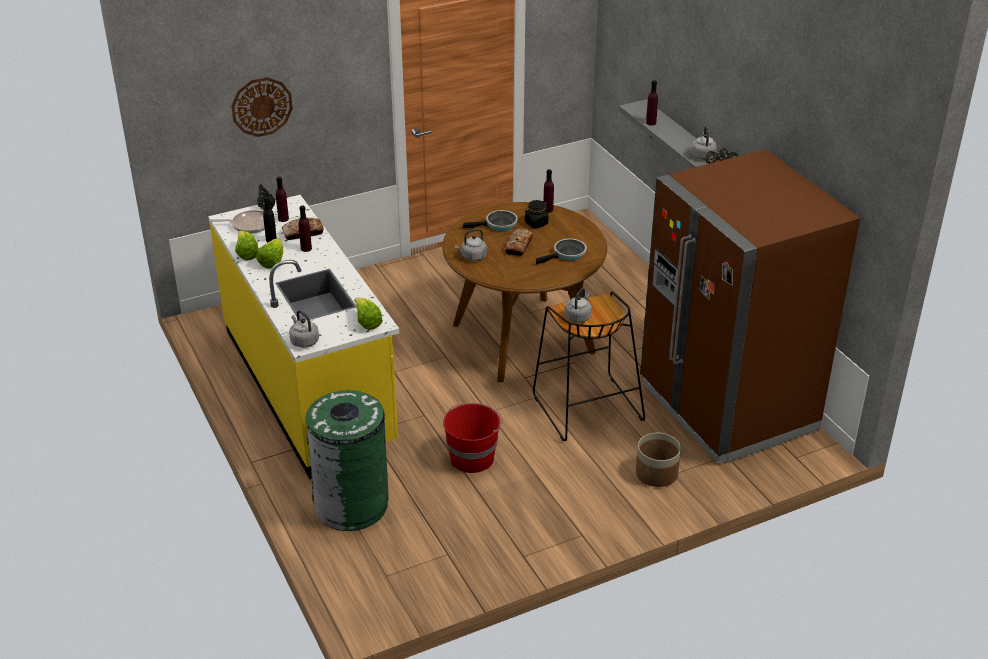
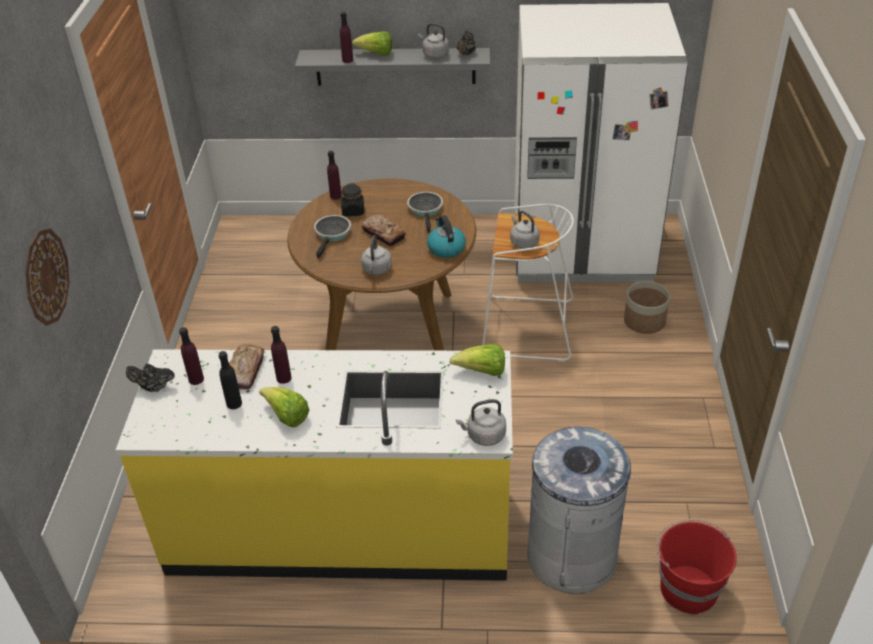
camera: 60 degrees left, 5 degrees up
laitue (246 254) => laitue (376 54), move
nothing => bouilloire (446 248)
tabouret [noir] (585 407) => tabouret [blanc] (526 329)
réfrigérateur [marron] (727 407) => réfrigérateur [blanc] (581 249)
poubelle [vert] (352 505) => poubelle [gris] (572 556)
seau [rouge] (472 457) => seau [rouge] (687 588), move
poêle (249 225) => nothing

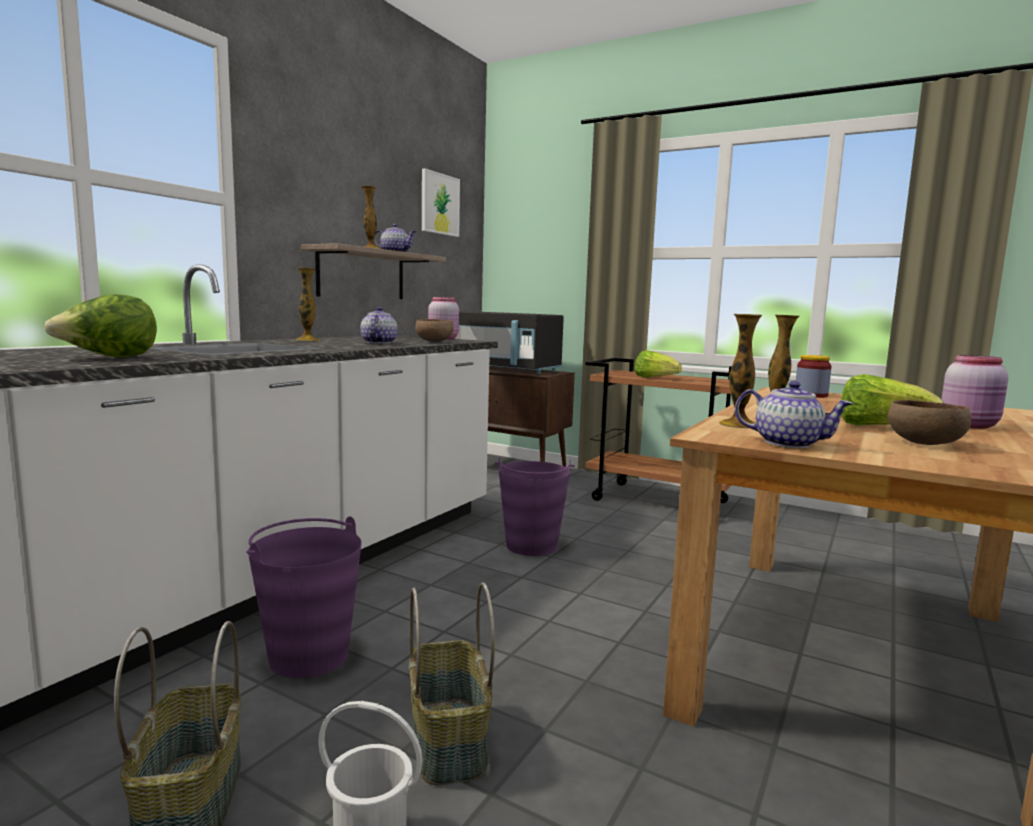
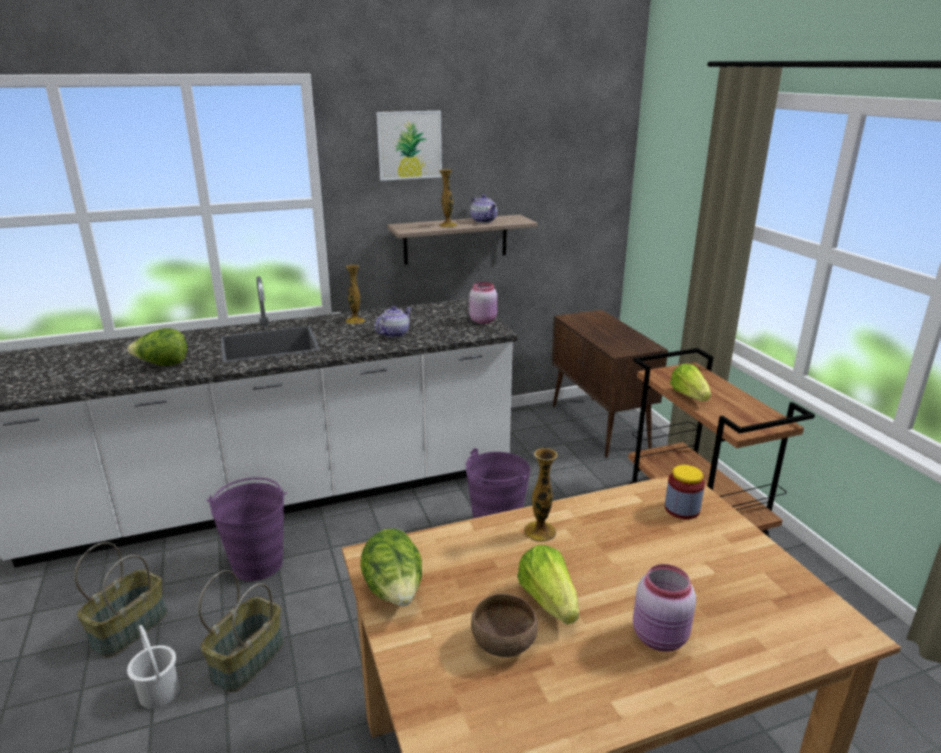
camera: 40 degrees right, 15 degrees up
théière (788 443) => laitue (394 592)
tableau (439 204) => tableau (409 145), move
bol [marron] (434 341) => nothing
micro-ondes [noir] (506 369) => nothing
vase (738 424) => nothing

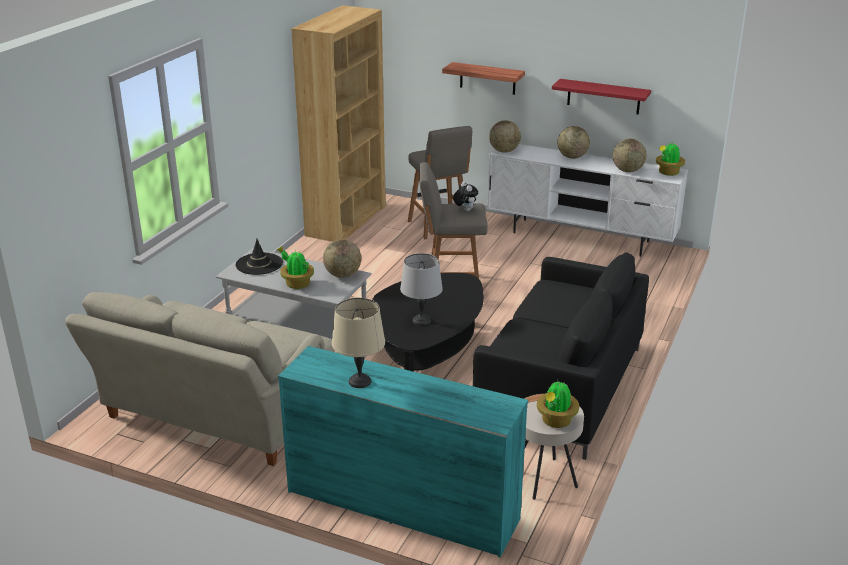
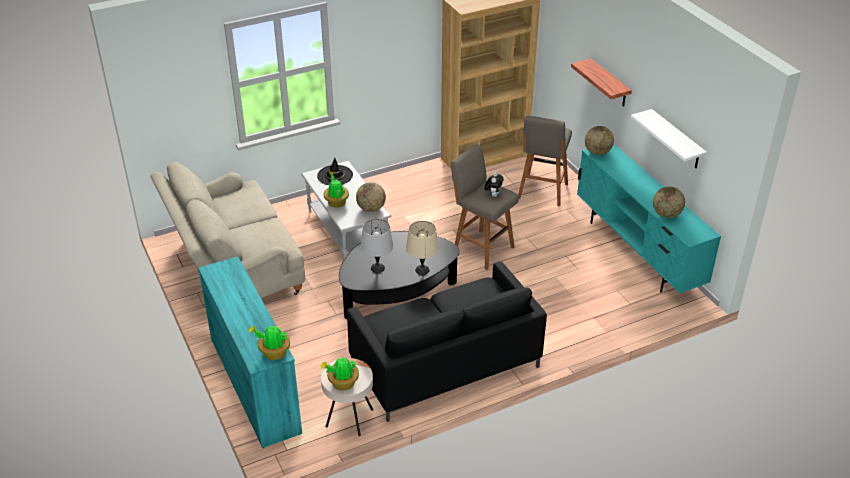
camera: 40 degrees right, 10 degrees up
plante en pot (668 173) => plante en pot (273 353), move
lampe de table [beige] (359 382) => lampe de table [beige] (422 270), move
meuble télé [blanc] (581 237) => meuble télé [turquoise] (638 252)
étagère [rouge] (603 96) => étagère [blanc] (676 140)
globe (572 157) => nothing

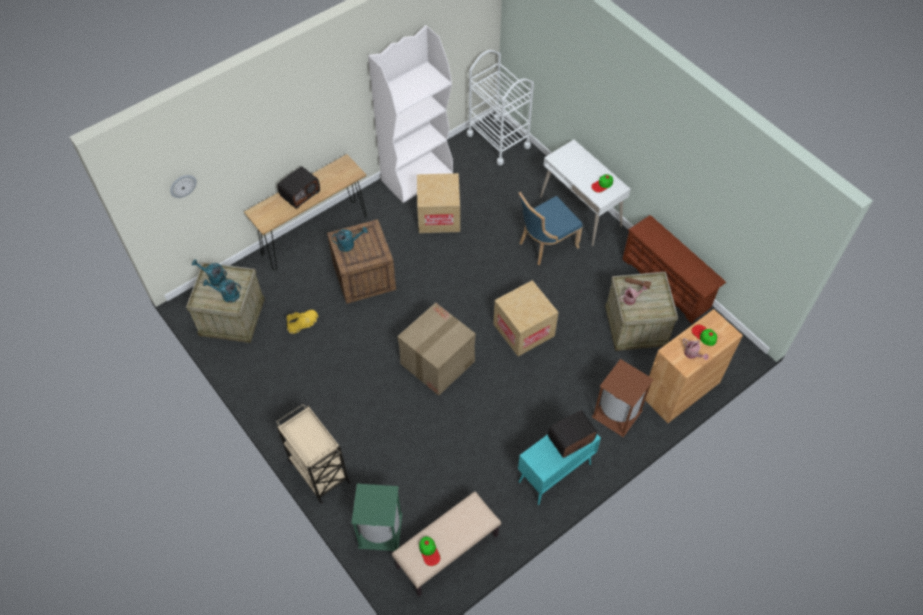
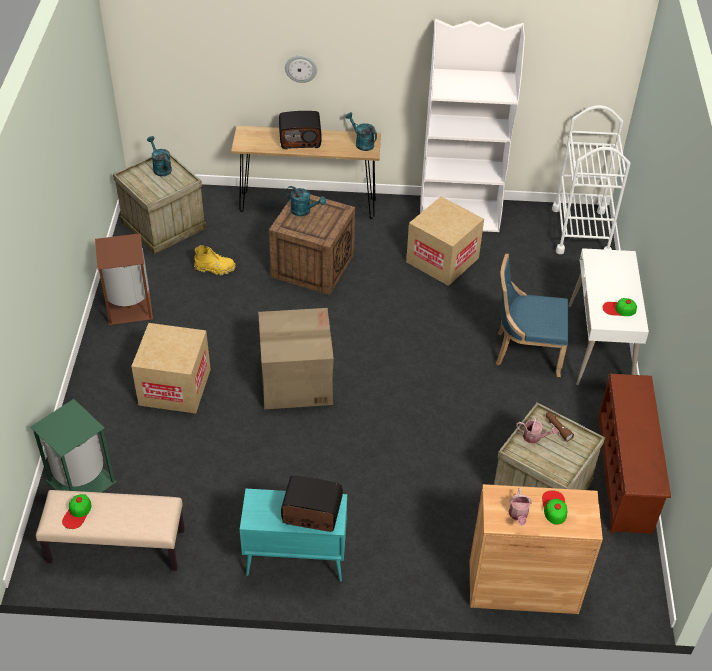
camera: 40 degrees right, 10 degrees down
poubelle [marron] (616 414) => poubelle [marron] (128 306), move
carton (523 330) => carton (175 387), move
horloge murale (182 185) => horloge murale (301 68), move
arrosoir [turquoise] (227 295) => arrosoir [turquoise] (362 143), move
chariot [beige] (318 470) => nothing

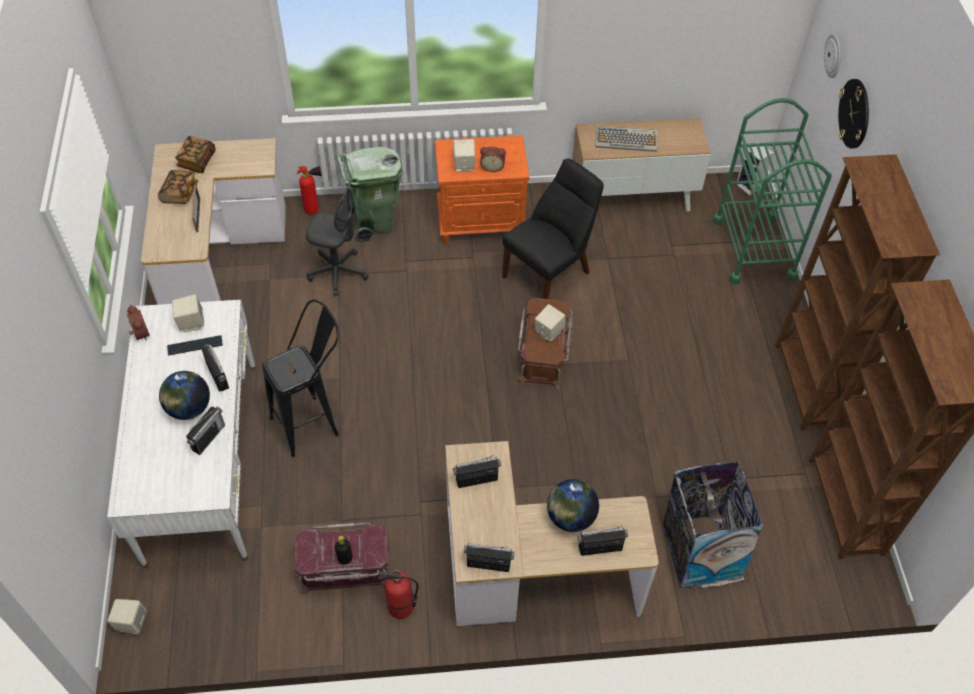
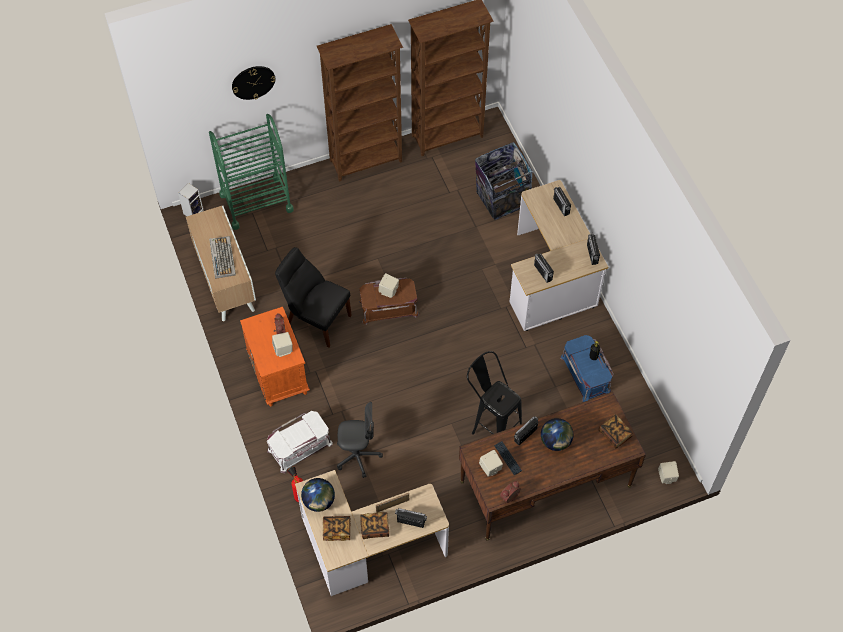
camera: 105 degrees left, 5 degrees up
poubelle [vert] (374 222) => boîte de rangement [blanc] (300 447)
globe (570 517) => globe (319 501), move
chaise de bureau [gris] (338 272) => chaise de bureau [gris] (358 456), 90 degrees clockwise
radio (208 438) => radio (411 521), move
bureau [blanc] (202 461) => bureau [marron] (545 484)
boîte de rangement [rouge] (344 569) => boîte de rangement [bleu] (586 374)
nothing => livre (614 434)
extincteur (400 607) => nothing
horloge murale (833 55) => nothing

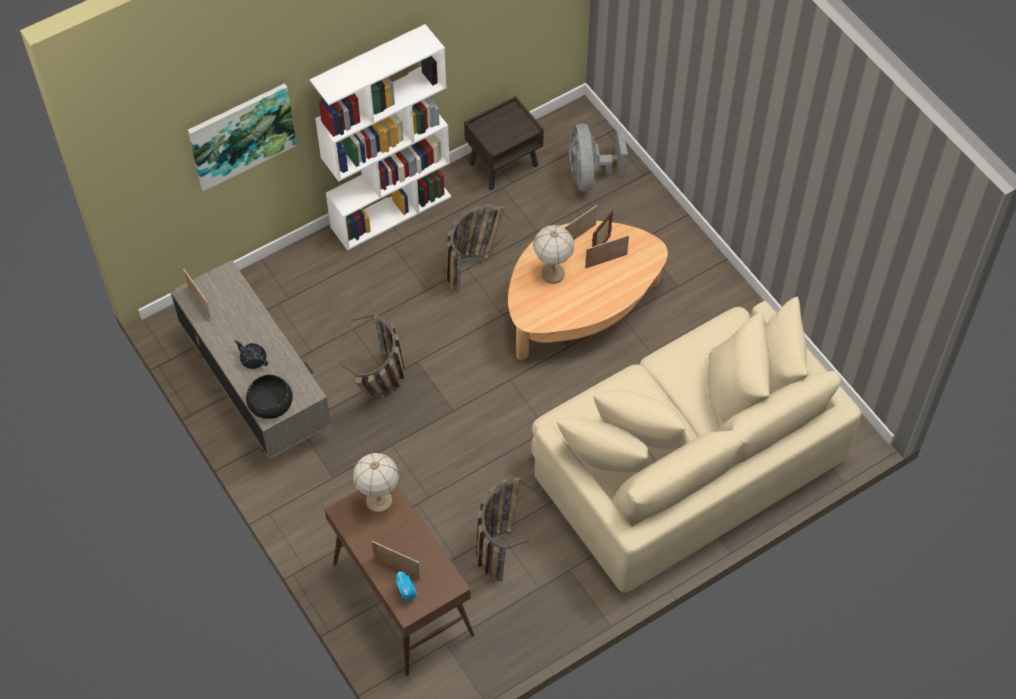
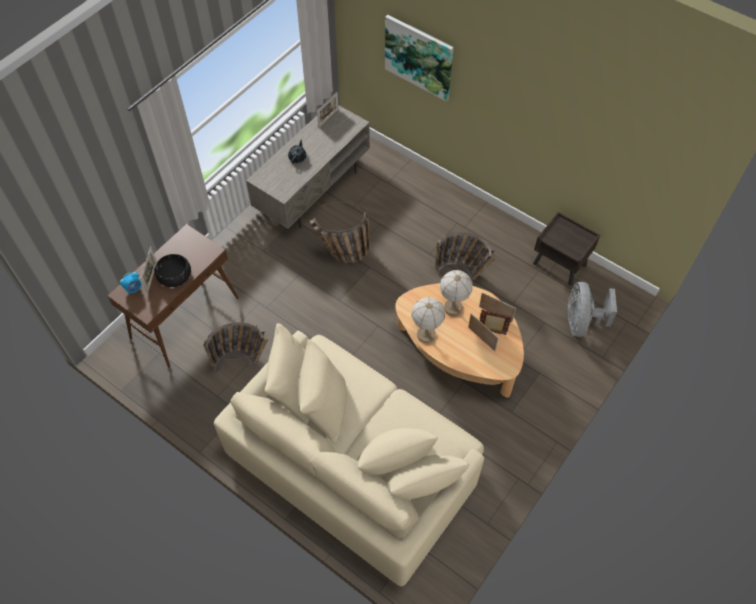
camera: 70 degrees right, 0 degrees up
bol [noir] (270 403) => bol [noir] (174 275), move
lampe de table (378 501) => lampe de table (426 334), move
ventilateur [gris] (590 175) => ventilateur [gris] (581 322), 60 degrees counterclockwise
bibliothèque [blanc] (391 211) => nothing

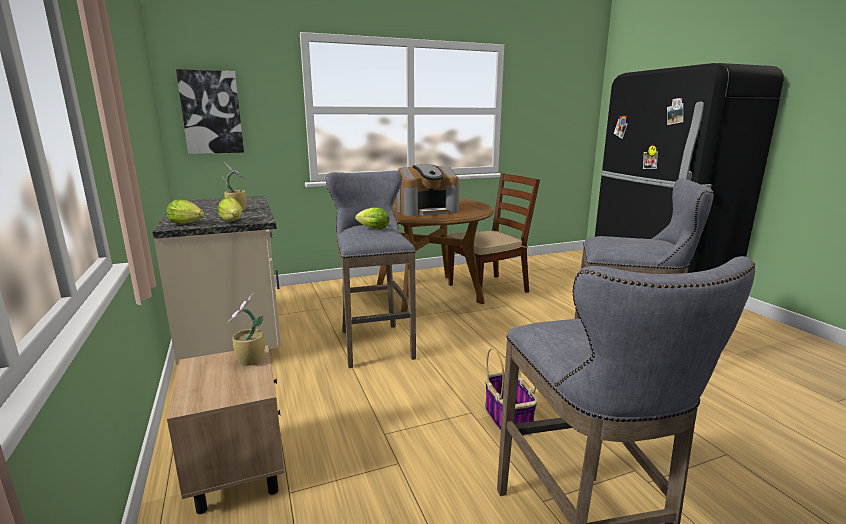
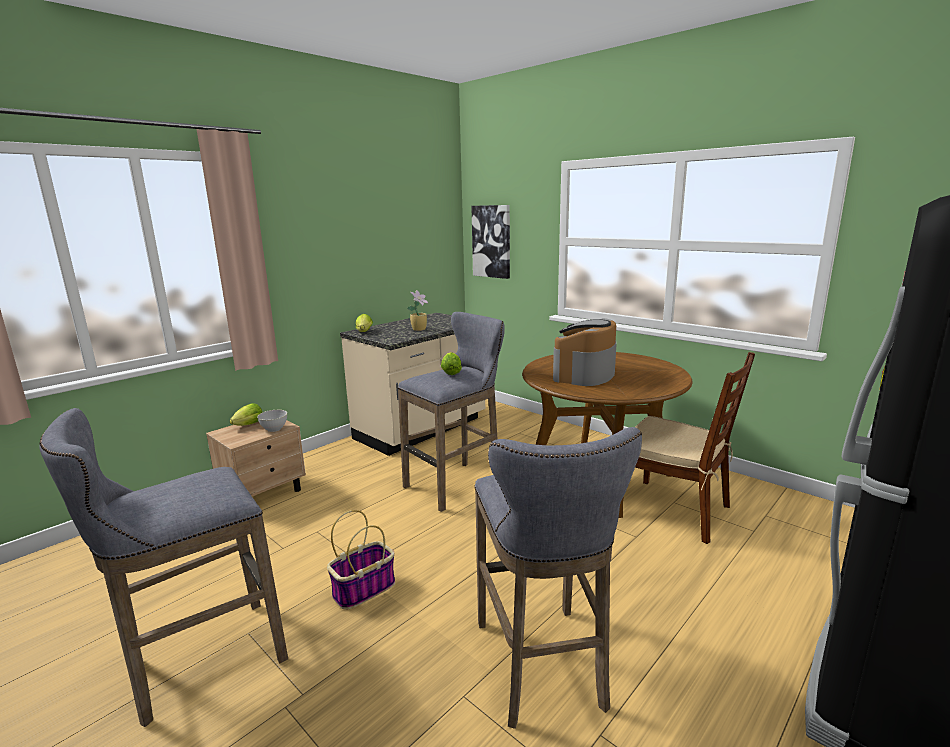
camera: 65 degrees right, 0 degrees up
laitue (233 222) => laitue (247 425), move
plante en pot (250 361) => bol [gris] (274 429)
machine à café (427 210) => machine à café (584 374), 75 degrees clockwise

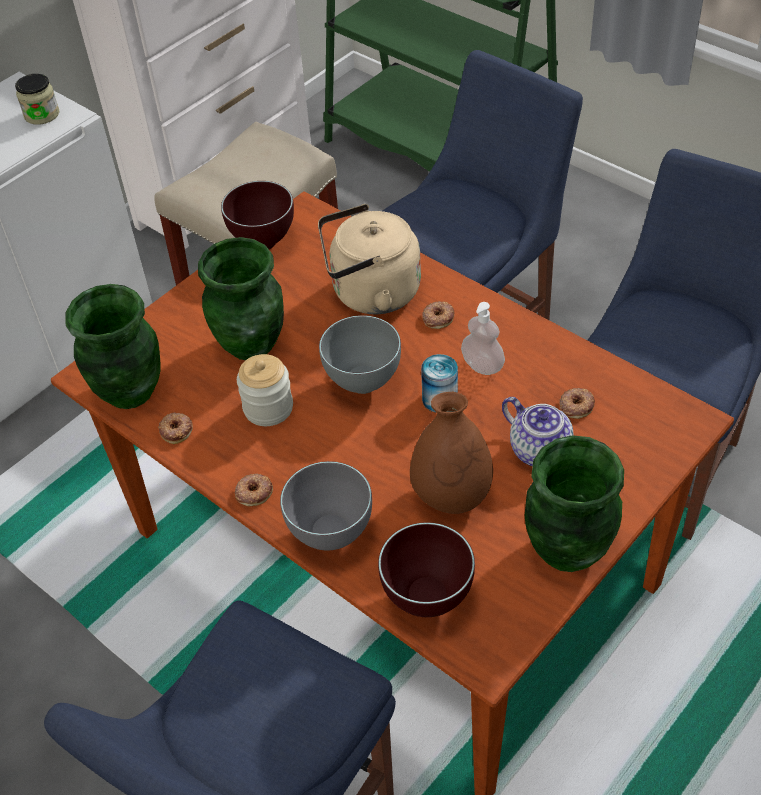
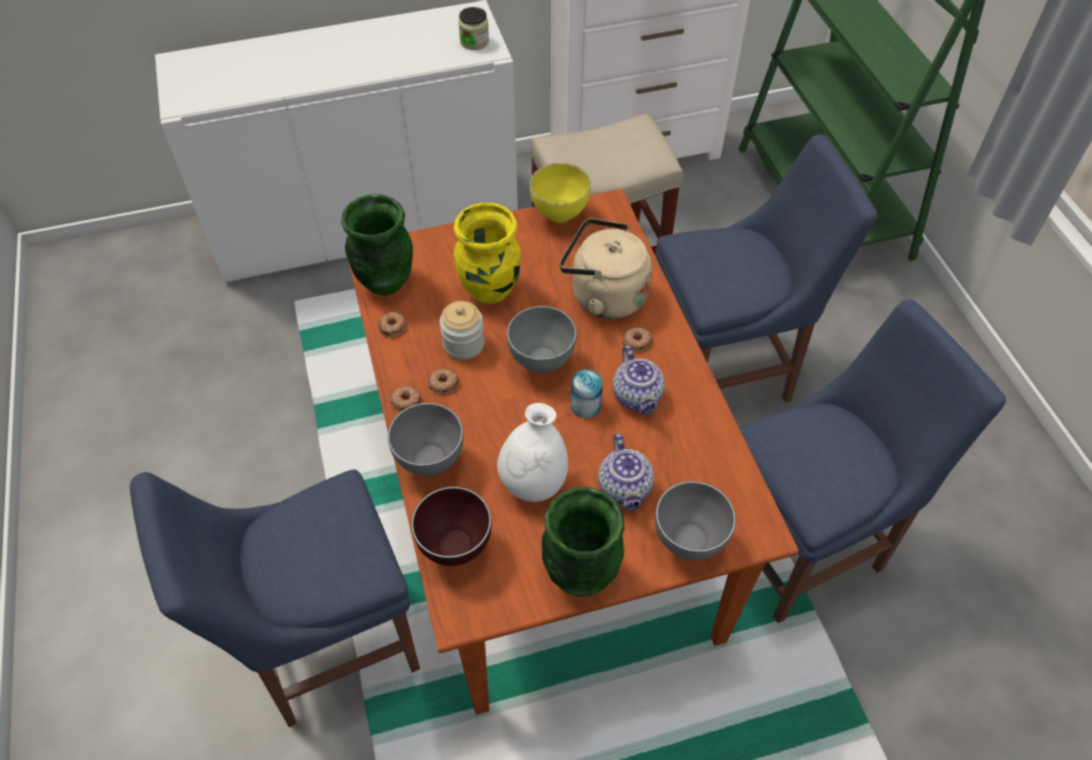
camera: 30 degrees right, 5 degrees up
beignet (576 405) => beignet (443 383), move
vase [vert] (252 344) => vase [jaune] (490 290)
vase [marron] (452 496) => vase [blanc] (533 483)
bol [marron] (264 242) => bol [jaune] (561 215)
distributeur de savon (482 365) => théière (638 397)
nothing => bol [gris] (690 542)

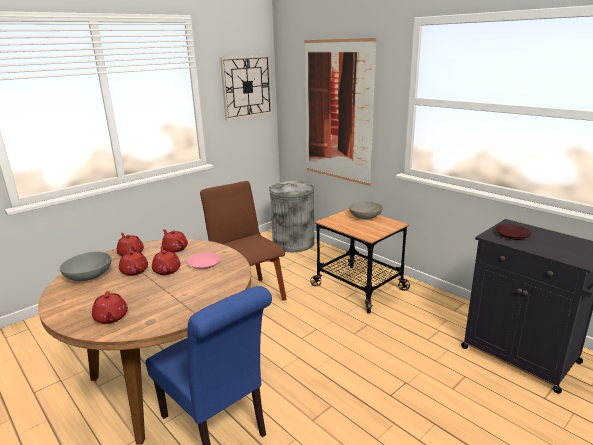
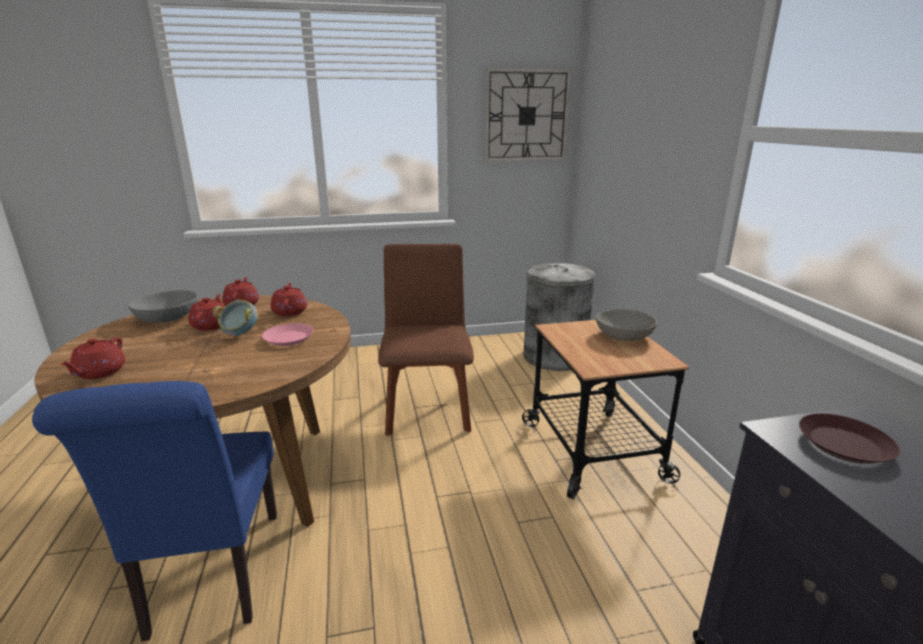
camera: 30 degrees right, 0 degrees up
théière [rouge] (167 270) => bol (240 334)
tableau (337 112) => nothing

